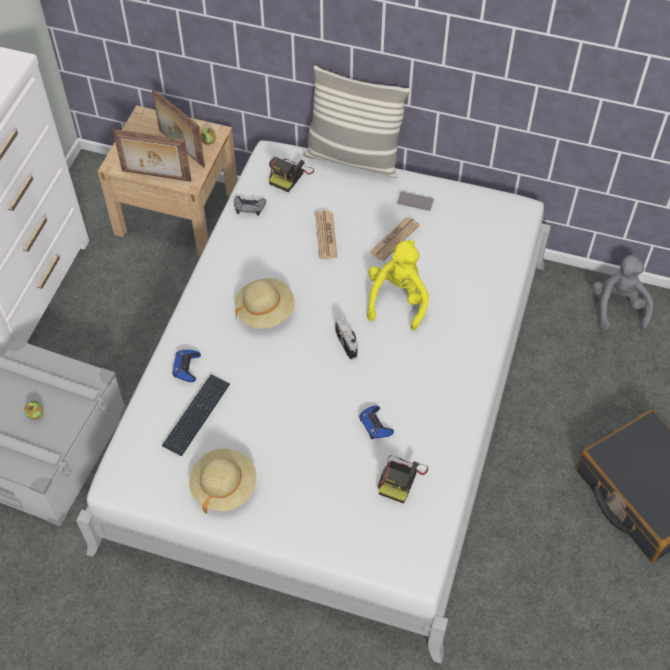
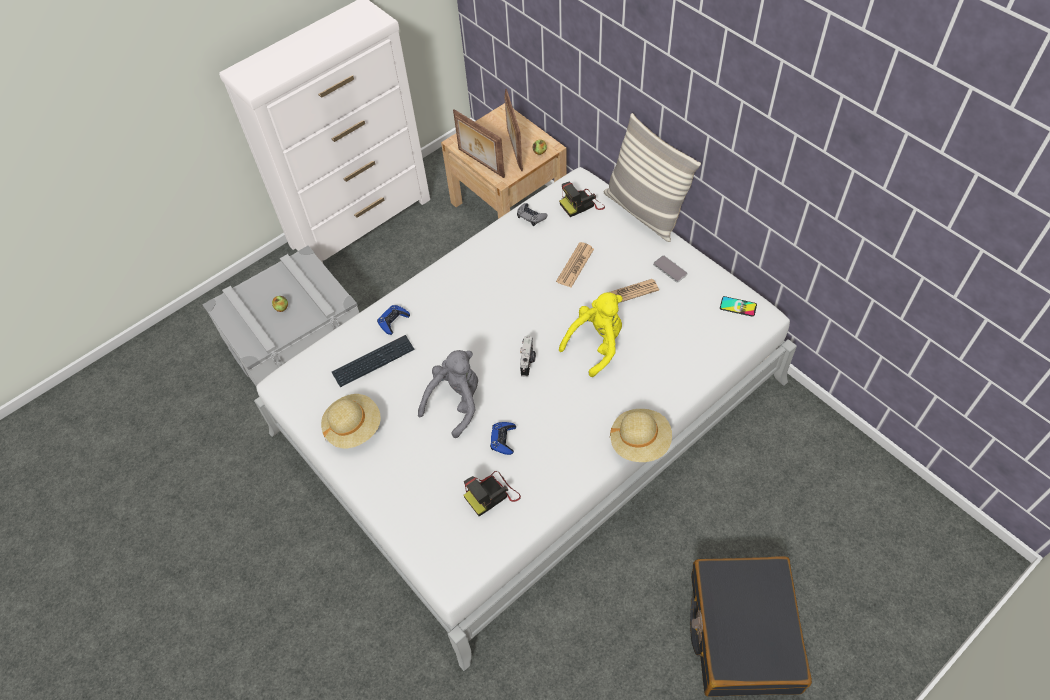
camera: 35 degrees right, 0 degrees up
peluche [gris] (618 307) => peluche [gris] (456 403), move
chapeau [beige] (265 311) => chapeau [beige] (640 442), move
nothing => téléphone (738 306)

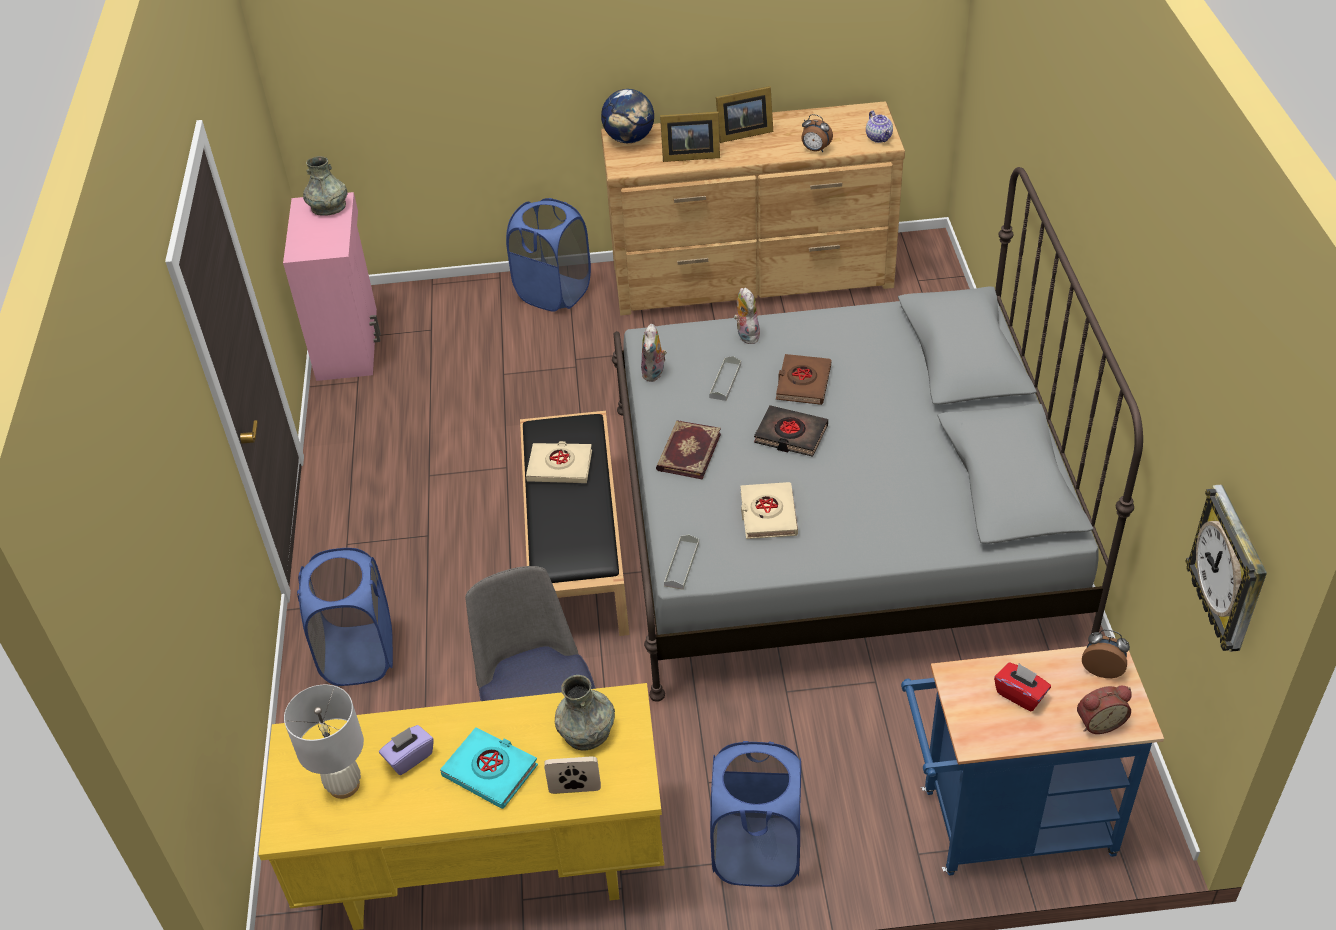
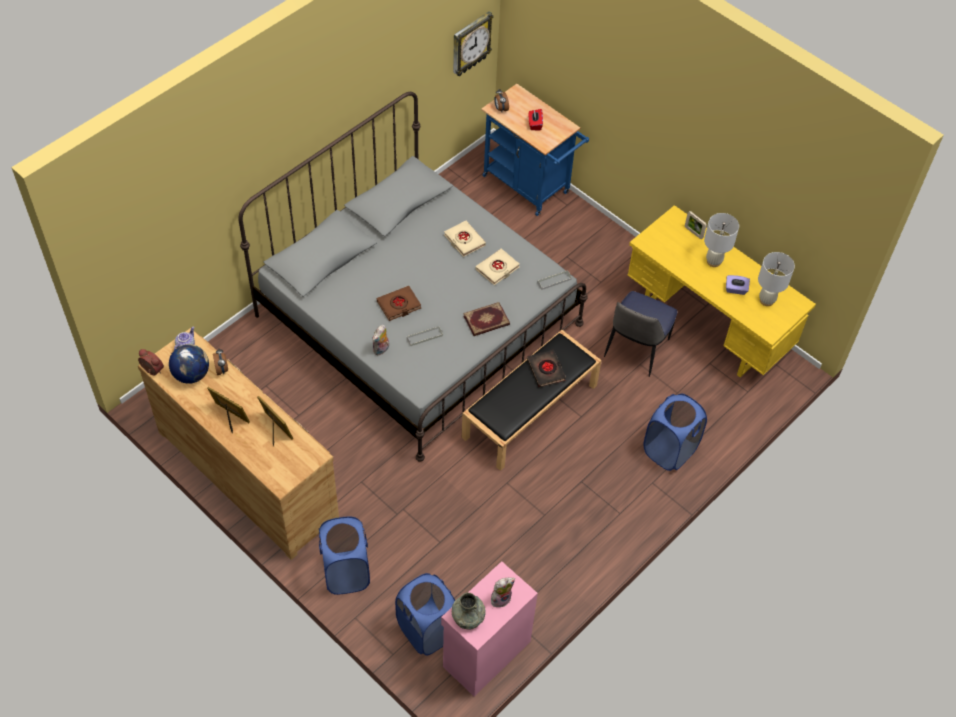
camera: 135 degrees left, 10 degrees up
réveil (1098 721) => réveil (151 370), move
globe (629 139) => globe (191 374), move
panier à linge [bleu] (756 852) => panier à linge [bleu] (427 630), move
livre [beige] (560 466) => livre [beige] (464 240), move
peluche (654 373) => peluche (501 598), move
livre [noir] (790 435) => livre [noir] (546 370), move
livre [turquoise] (490 771) => lampe de table [blanc] (713 261)
vase [gris] (586 730) => nothing

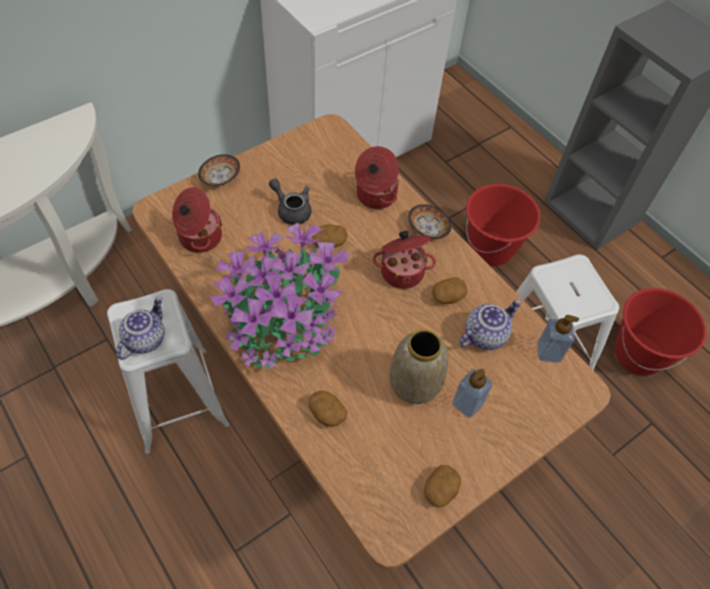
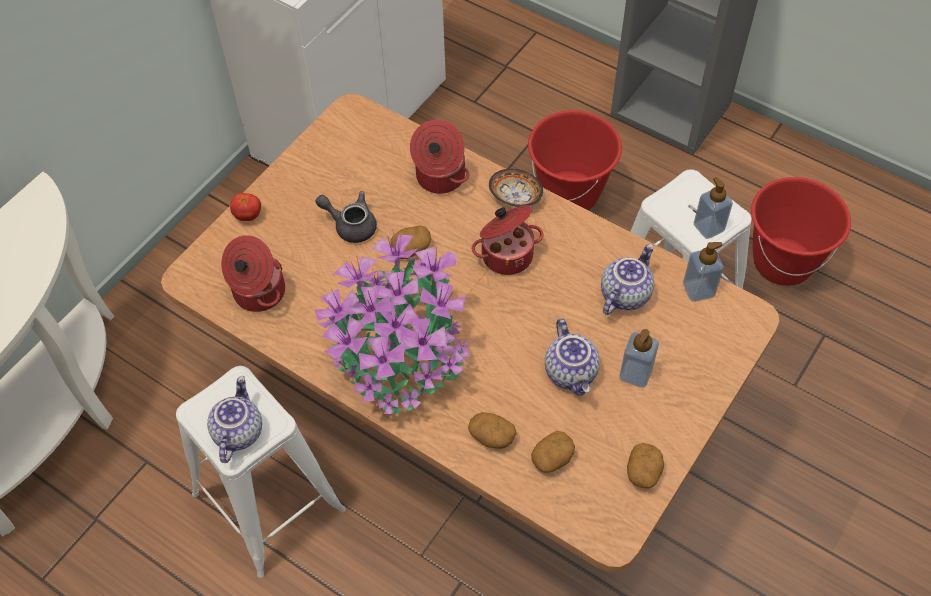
camera: 15 degrees left, 0 degrees up
bol (219 178) => tomate (248 215)
pomme de terre (448 296) => pomme de terre (552 458), move
vase (415 384) => théière (572 372)
nothing => distributeur de savon (708 227)

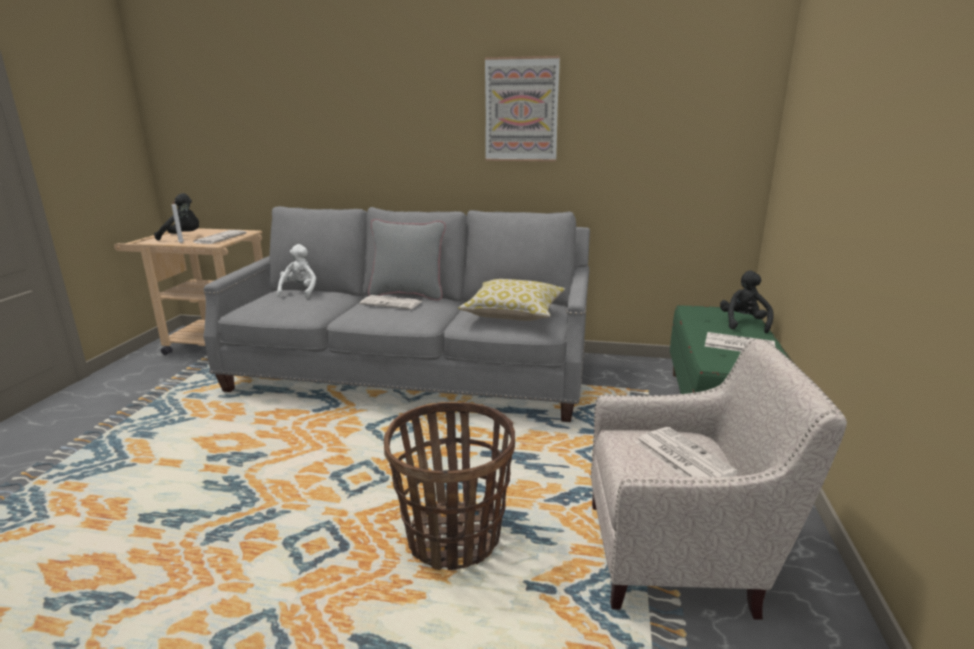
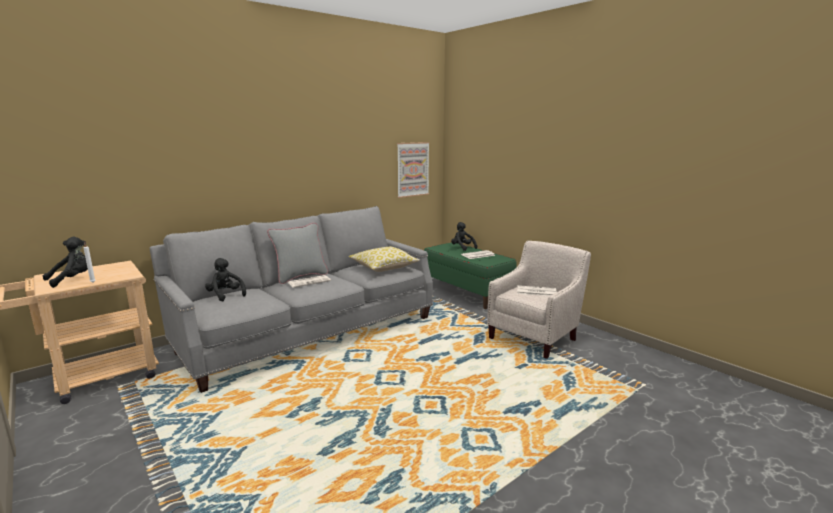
camera: 50 degrees left, 5 degrees down
peluche [blanc] (300 292) => peluche [noir] (225 295)
tableau (521 110) => tableau (412 169), move
journal (220 238) => nothing
panier (454 538) => nothing

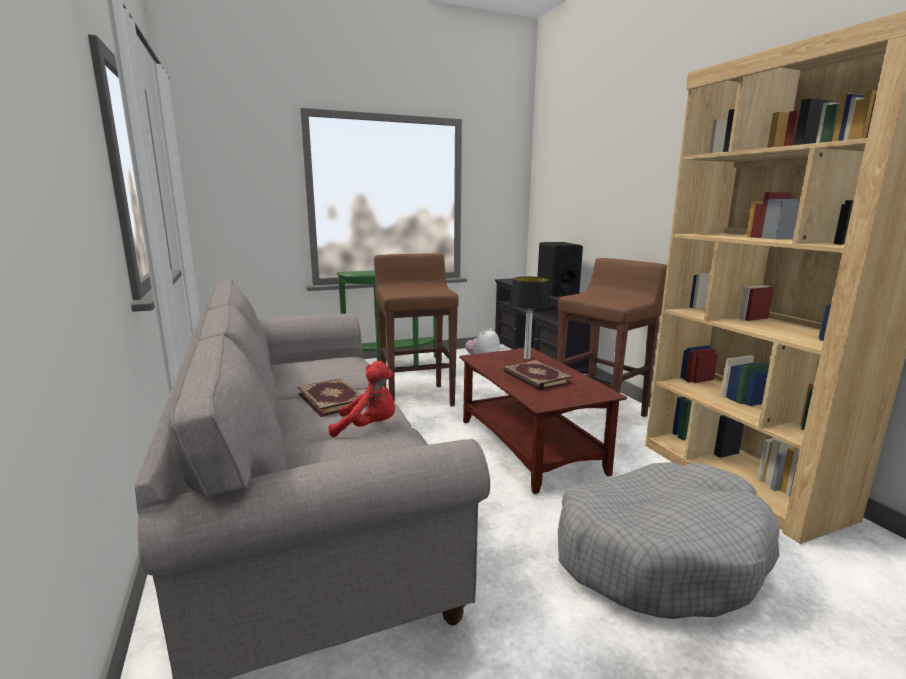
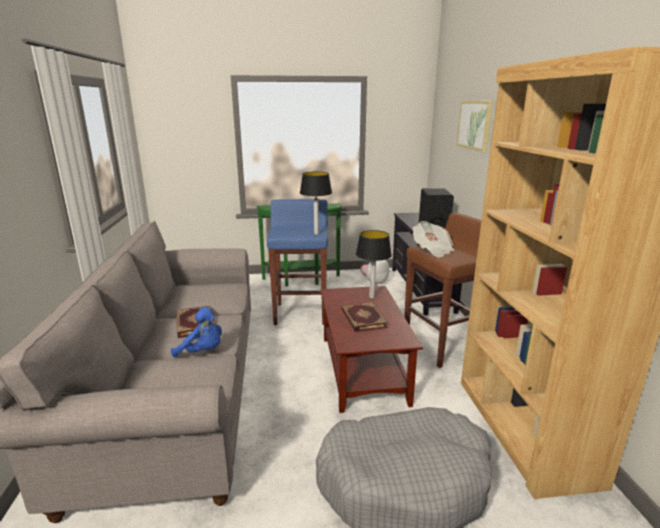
camera: 15 degrees right, 5 degrees up
peluche [rouge] (368 427) => peluche [bleu] (202 351)
tabouret [marron] (416 398) => tabouret [bleu] (301 313)
nothing => lampe de table (316 234)
nothing => journal (432 250)
nothing => tableau (475 125)

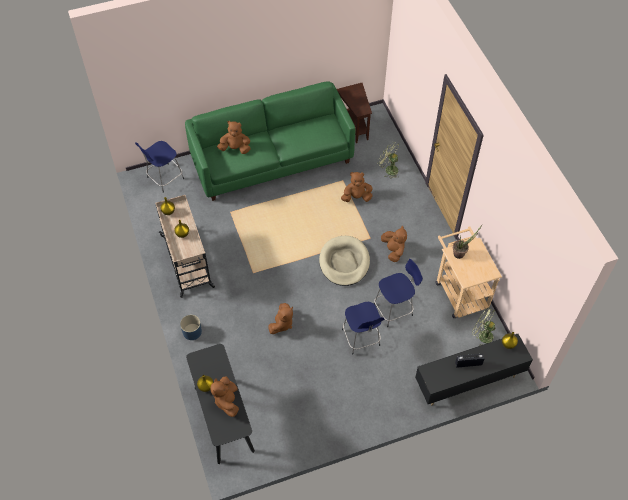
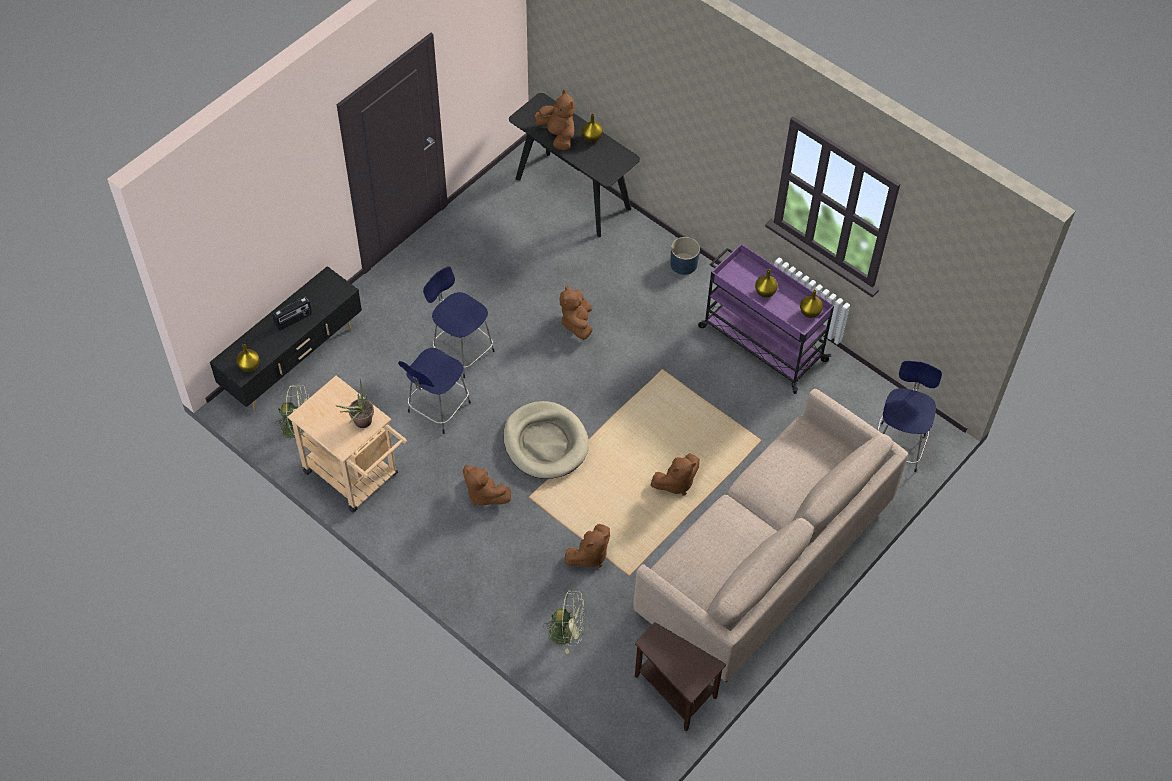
camera: 150 degrees right, 0 degrees up
canapé [vert] (272 159) => canapé [beige] (765 558)
peluche [marron] (235 148) => peluche [marron] (676 483), move
chariot [beige] (187 262) => chariot [violet] (761 343)

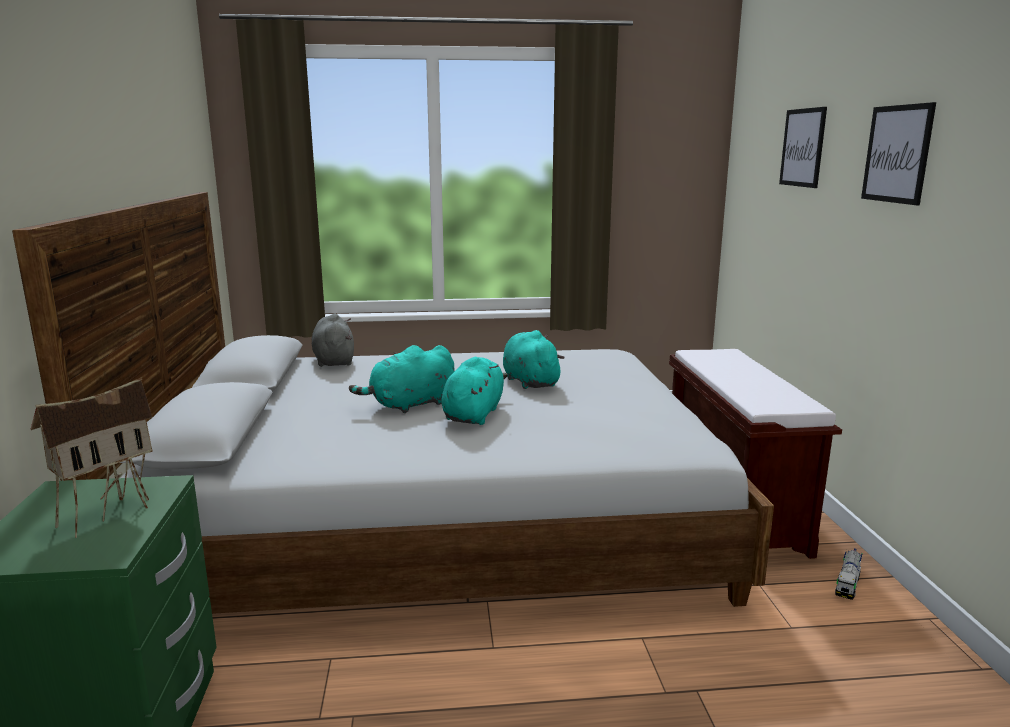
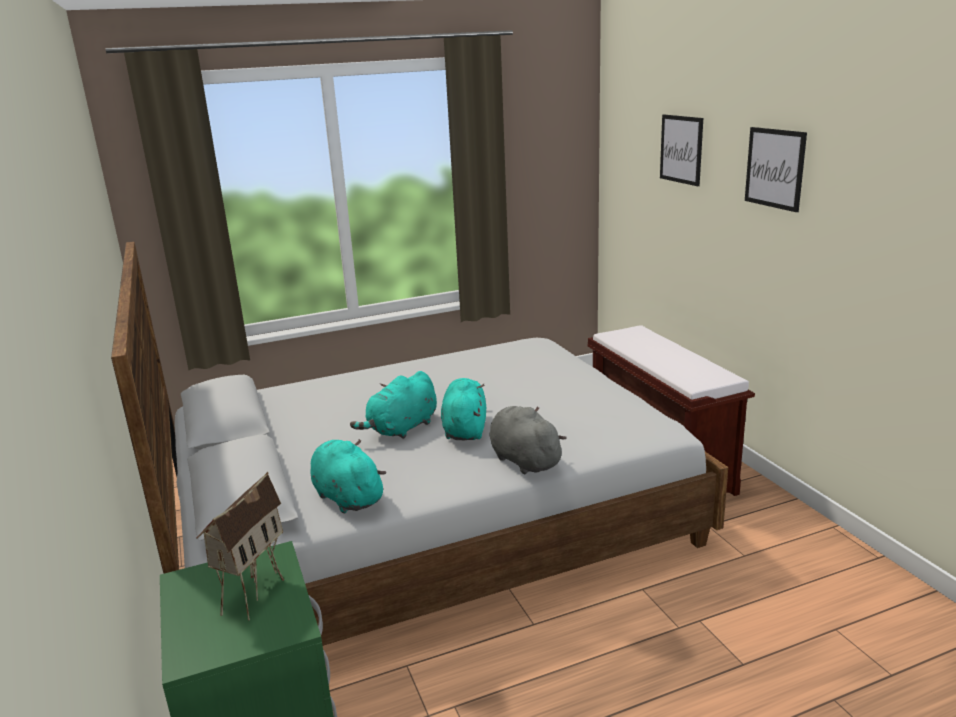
camera: 15 degrees left, 5 degrees up
peluche [turquoise] (529 381) => peluche [turquoise] (347 497), move
peluche [gris] (334 361) => peluche [gris] (523 460), move
camion jouet (847 584) => nothing

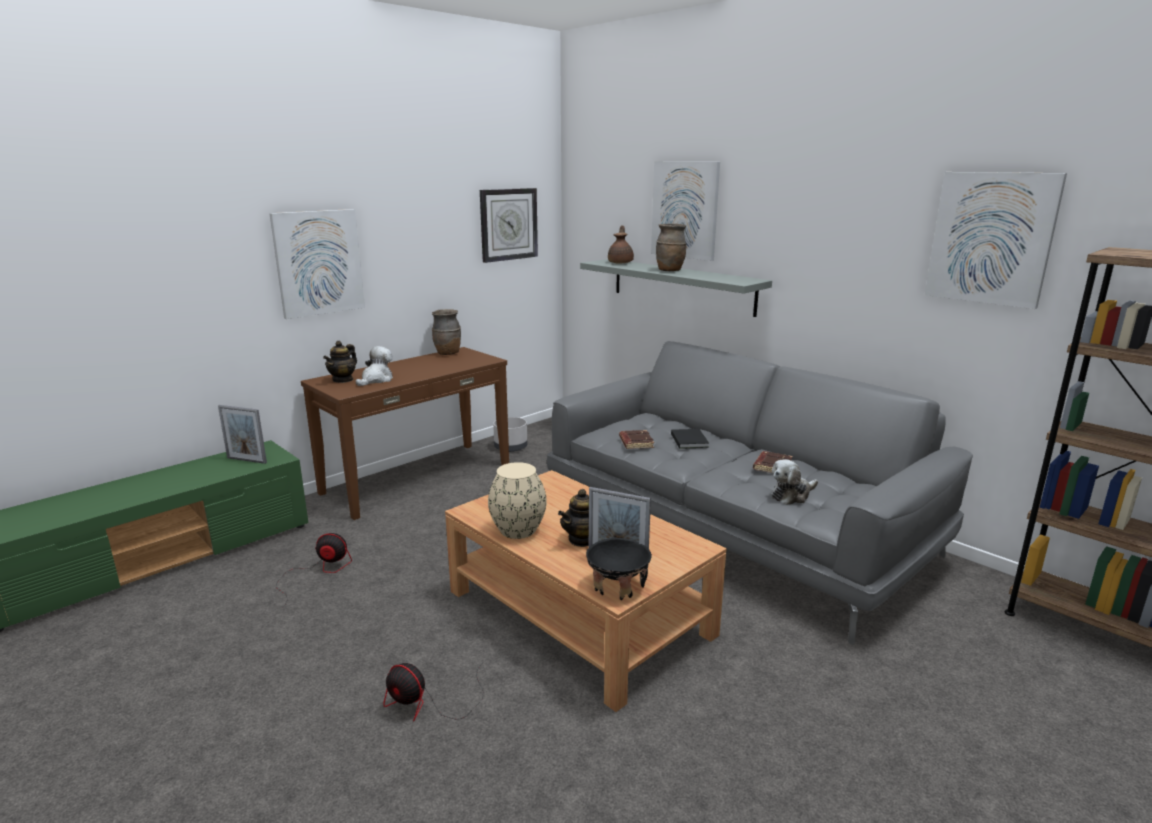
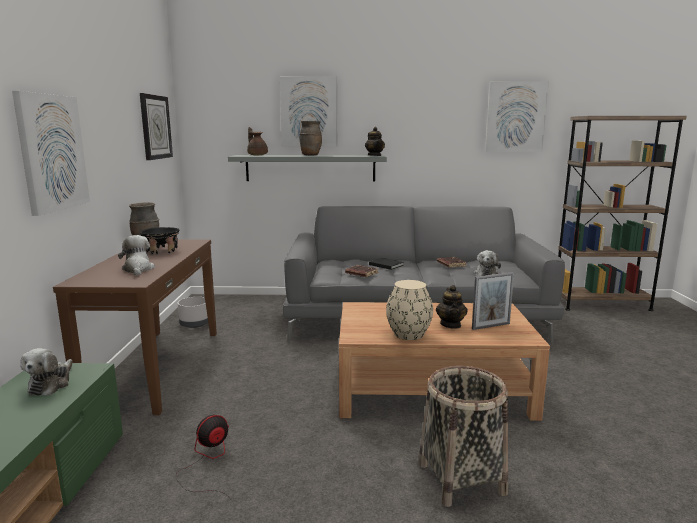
camera: 45 degrees left, 5 degrees down
cadre photo (246 460) => peluche (51 384)
bol [noir] (617 586) => bol [noir] (161 251), move
théière (343 380) => théière (374 155), move
ventilateur (429 702) => panier (460 478)

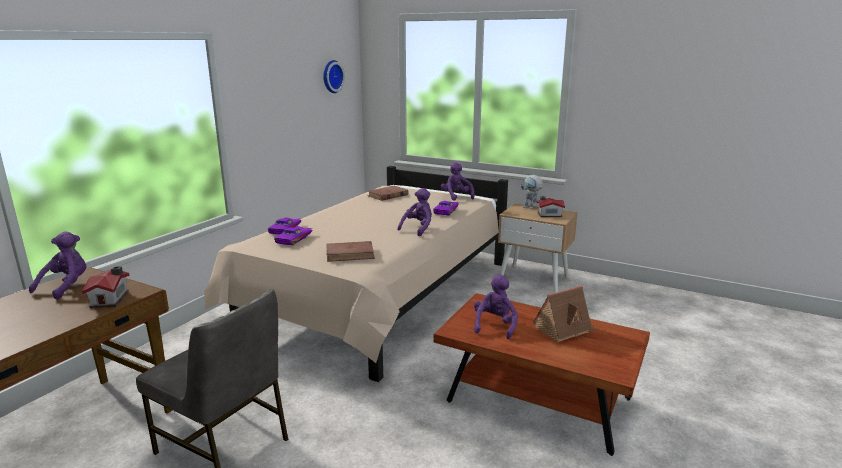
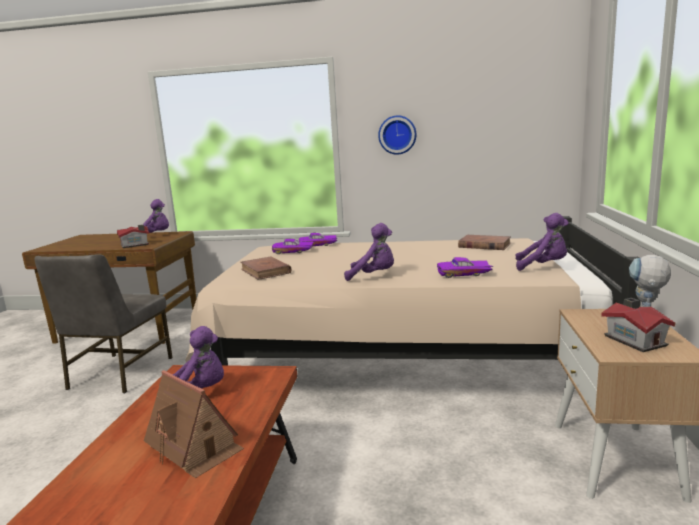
camera: 70 degrees right, 5 degrees down
horloge murale (331 76) => horloge murale (397 135), move
peluche [violet] (456 197) => peluche [violet] (543 266), 60 degrees clockwise

